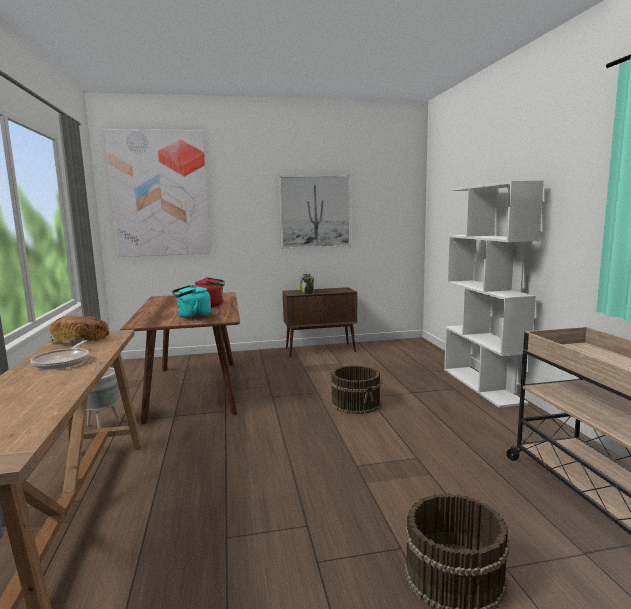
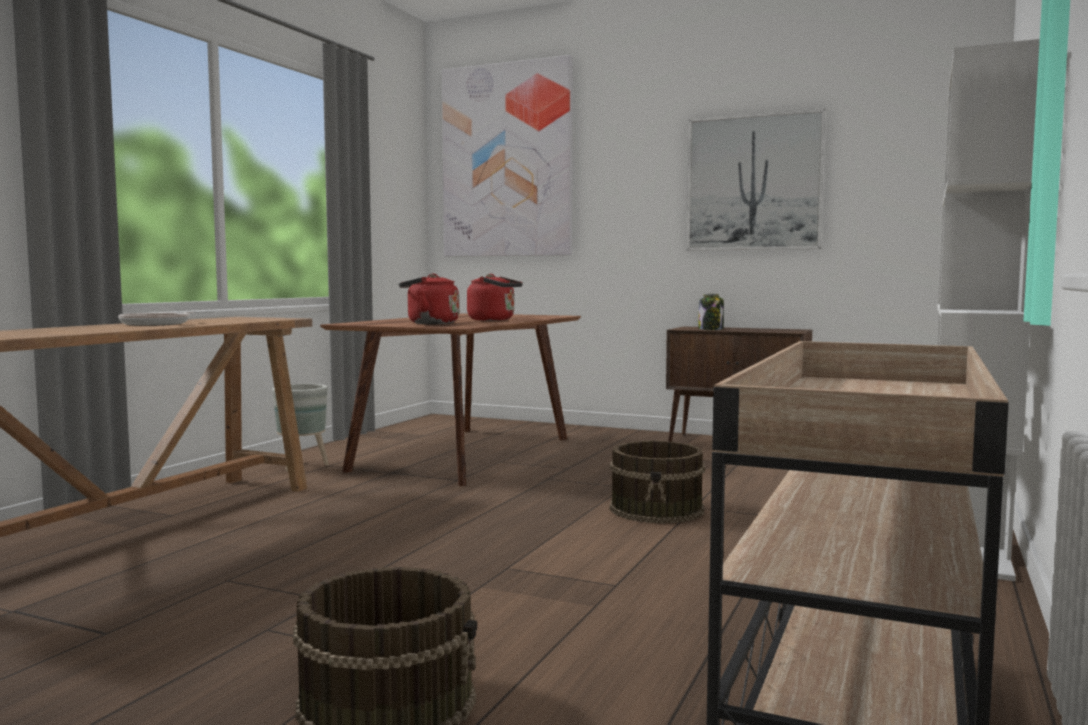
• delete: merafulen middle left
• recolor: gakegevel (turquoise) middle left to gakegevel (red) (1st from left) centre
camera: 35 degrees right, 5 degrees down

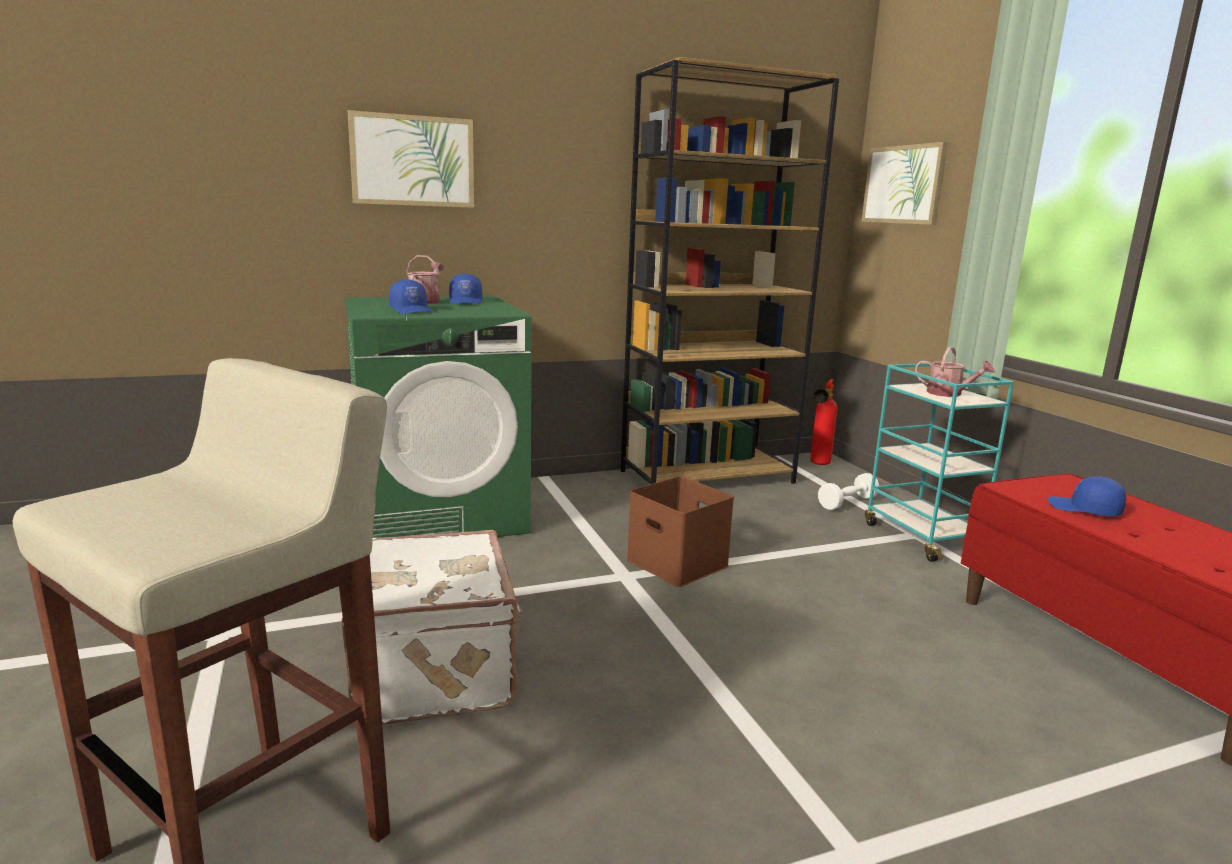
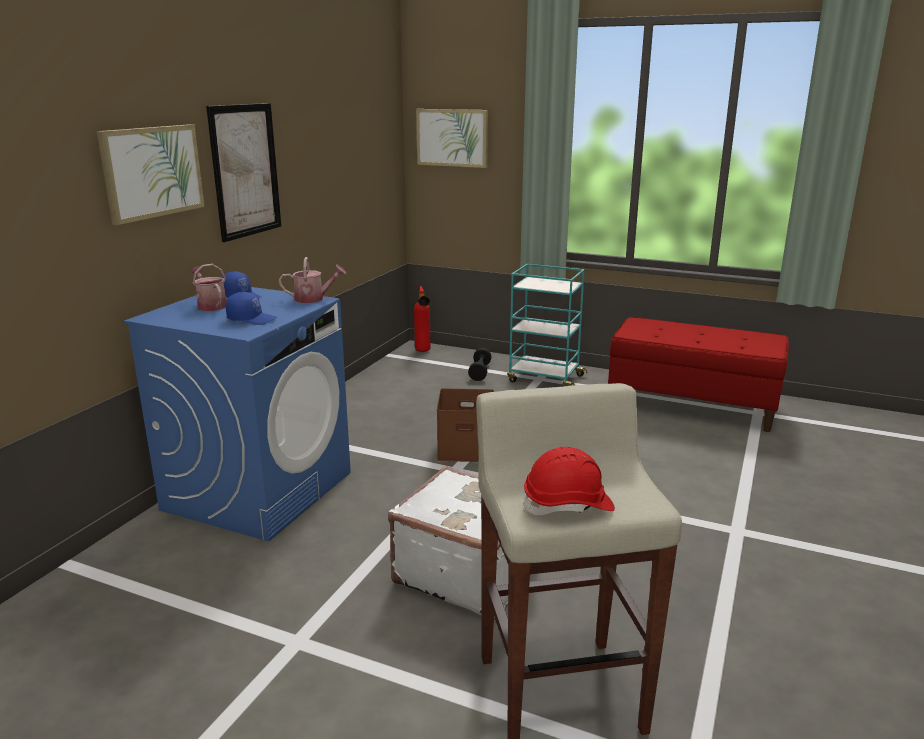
• delete: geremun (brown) top centre
• delete: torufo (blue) (3rd from left) middle right
• insert: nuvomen (2nd from left) top left
• insert: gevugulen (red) centre
• move: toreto (2nd from left) middle right to centre
• recolor: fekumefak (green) centre to fekumefak (blue) middle left
• recolor: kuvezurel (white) middle right to kuvezurel (black) centre
camera: 45 degrees left, 5 degrees up

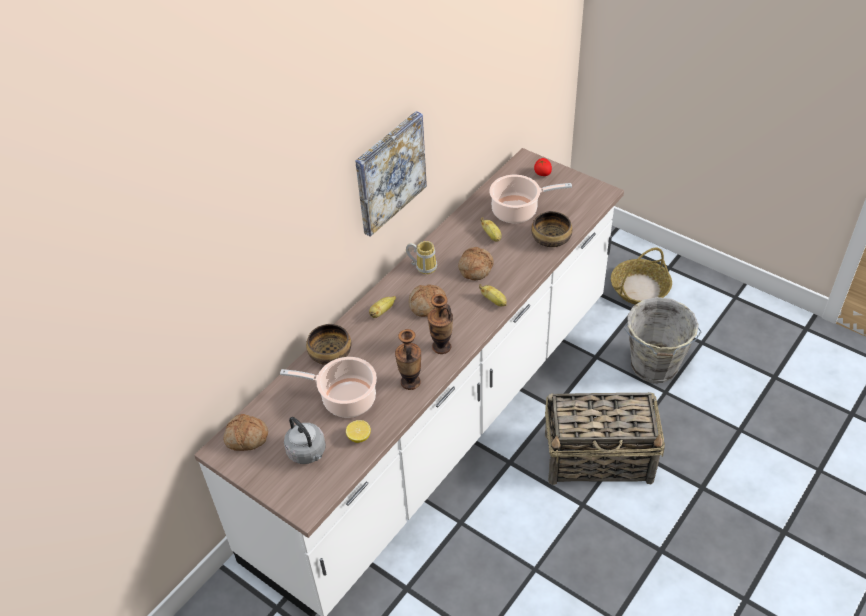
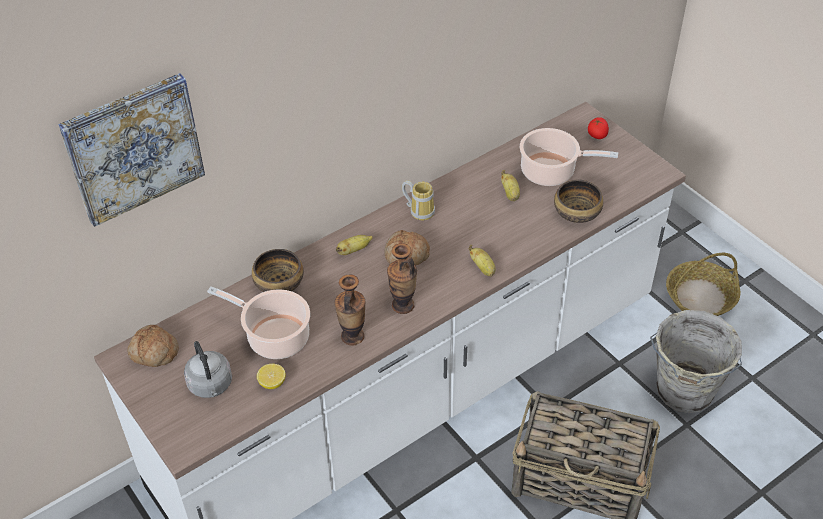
• delete: merafulen (3rd from left) centre
• move: nuvomen top centre to top left
camera: 15 degrees right, 0 degrees up

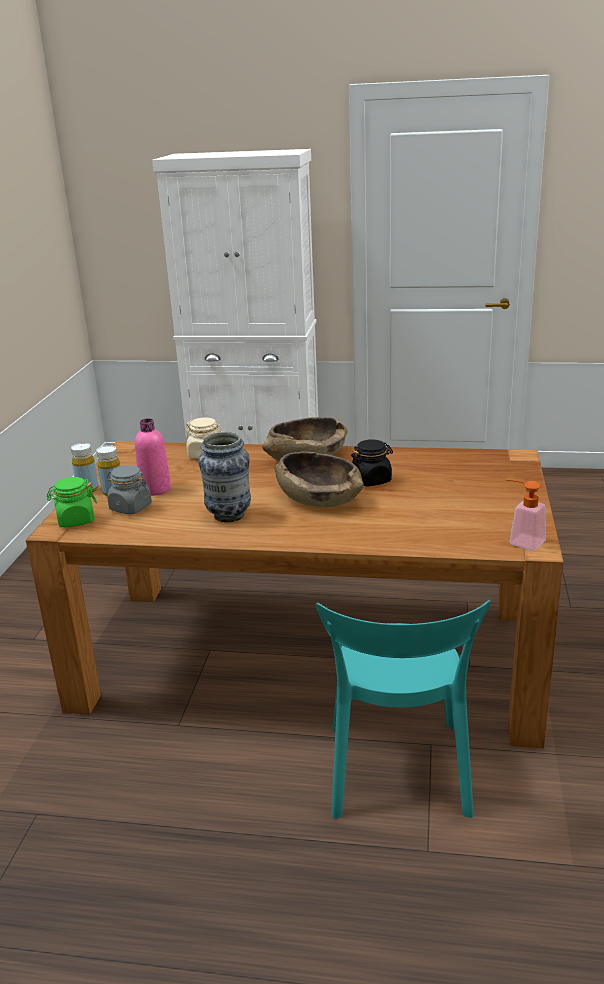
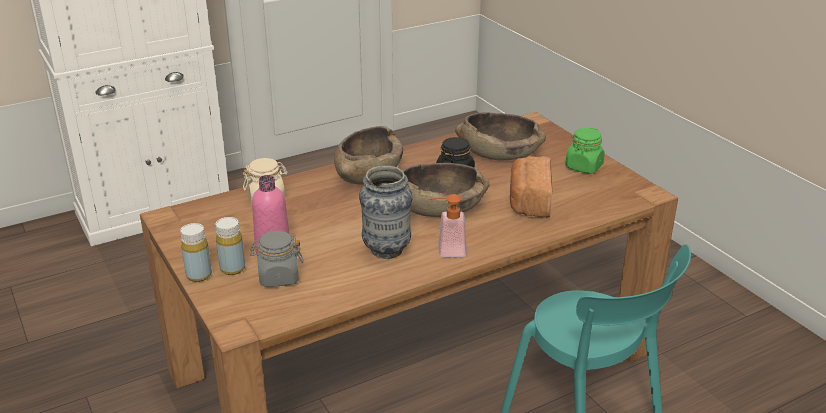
• insert: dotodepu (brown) (3rd from left) top centre
• insert: merafulen centre
• move: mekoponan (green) middle left to middle right
• move: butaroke middle right to centre
camera: 40 degrees left, 5 degrees up

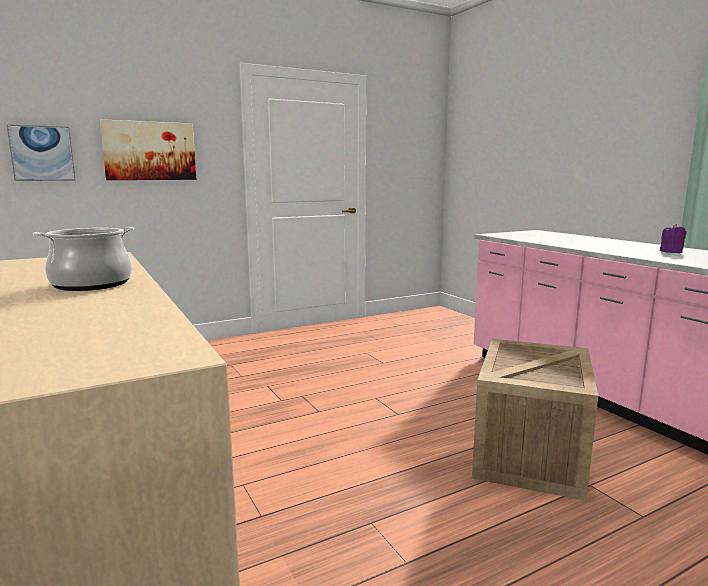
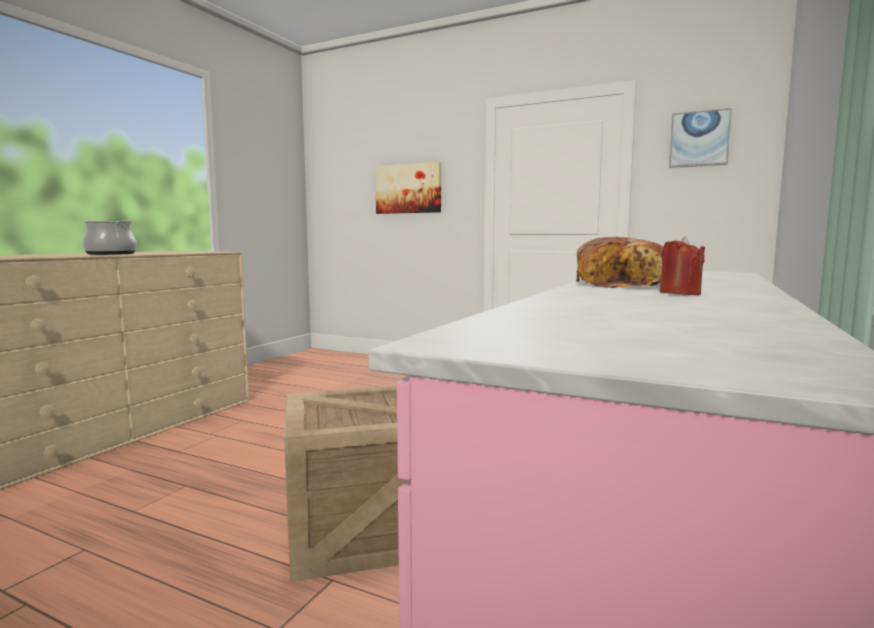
• insert: merafulen middle right
• move: nuvomen (1st from left in the first image) top left to nuvomen (2nd from left) top right
• recolor: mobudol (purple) middle right to mobudol (red) middle right
camera: 55 degrees right, 5 degrees down

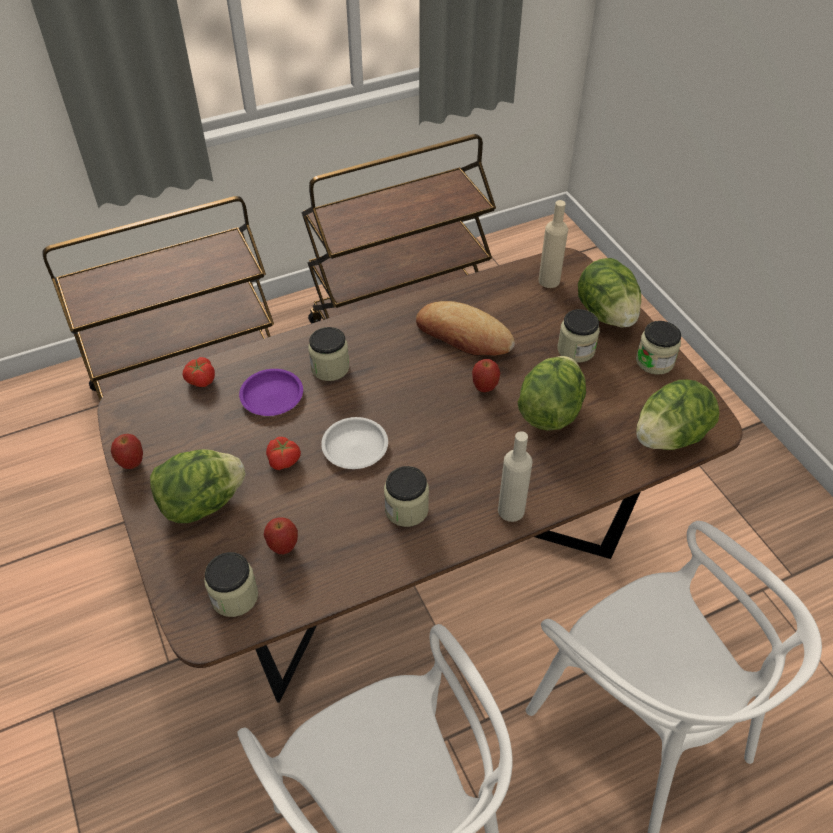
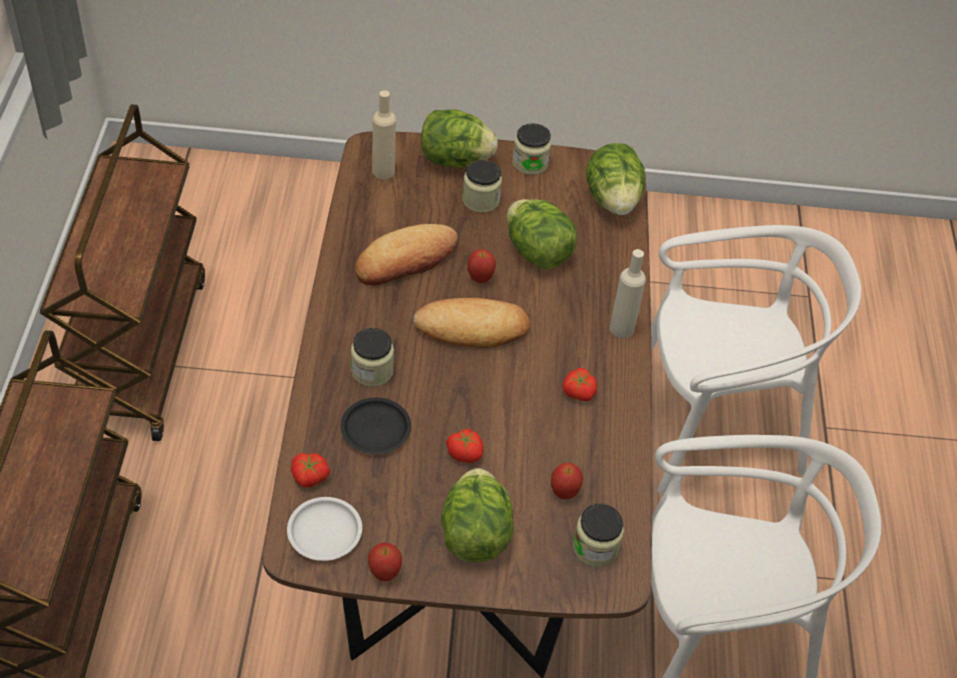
• insert: merafulen (2nd from left) centre
• move: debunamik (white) centre to bottom centre
• replace: mekoponan (3rd from left) centre to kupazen (3rd from left) centre
• recolor: debunamik (purple) middle left to debunamik (black) centre
camera: 65 degrees left, 0 degrees up

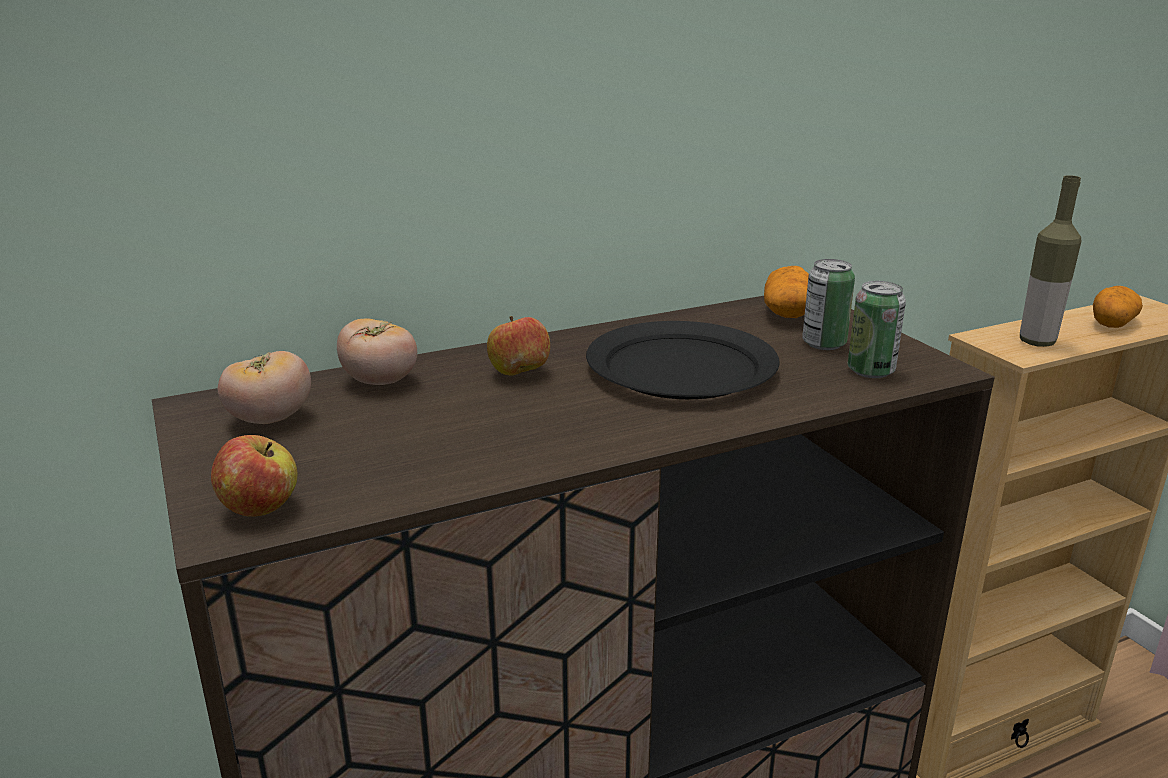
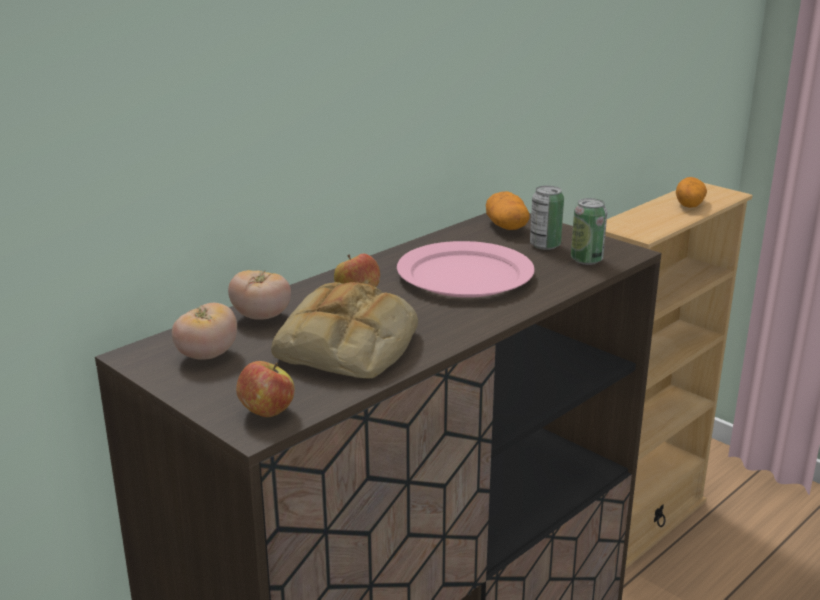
• delete: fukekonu middle right
• insert: merafulen centre
• recolor: debunamik (black) centre to debunamik (pink) centre
camera: 20 degrees left, 0 degrees up

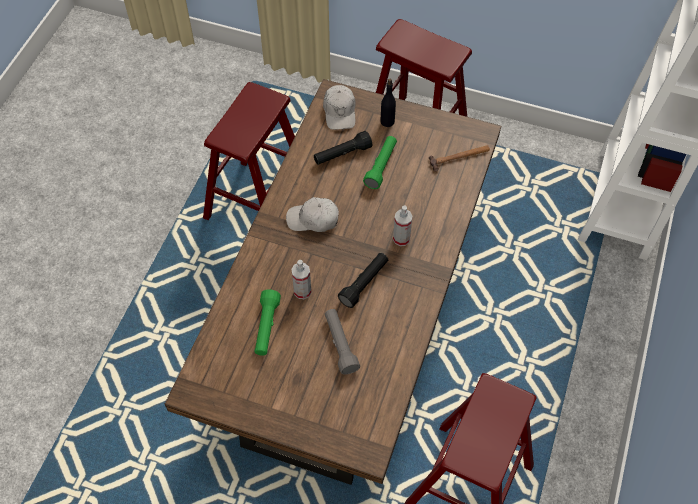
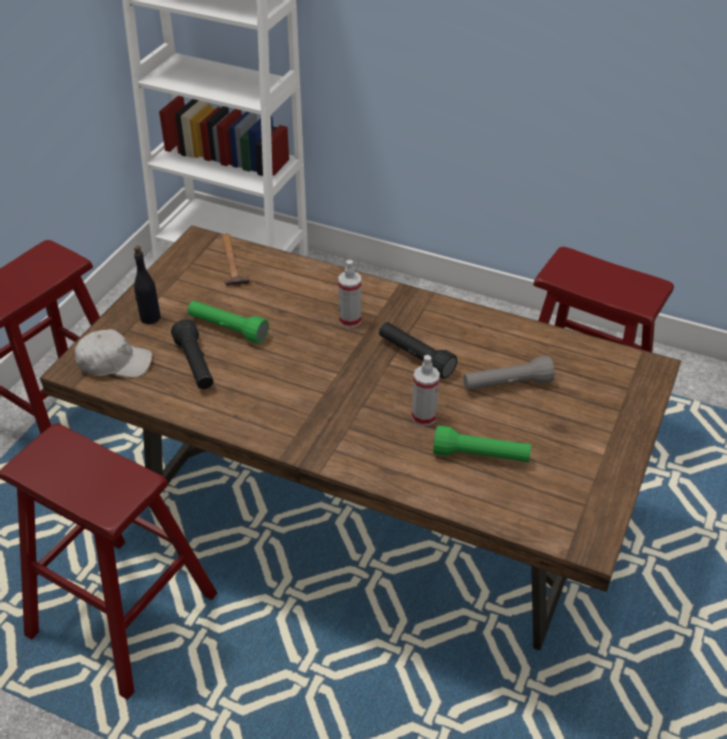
• delete: torufo (white) (1st from left) centre
camera: 85 degrees left, 15 degrees down

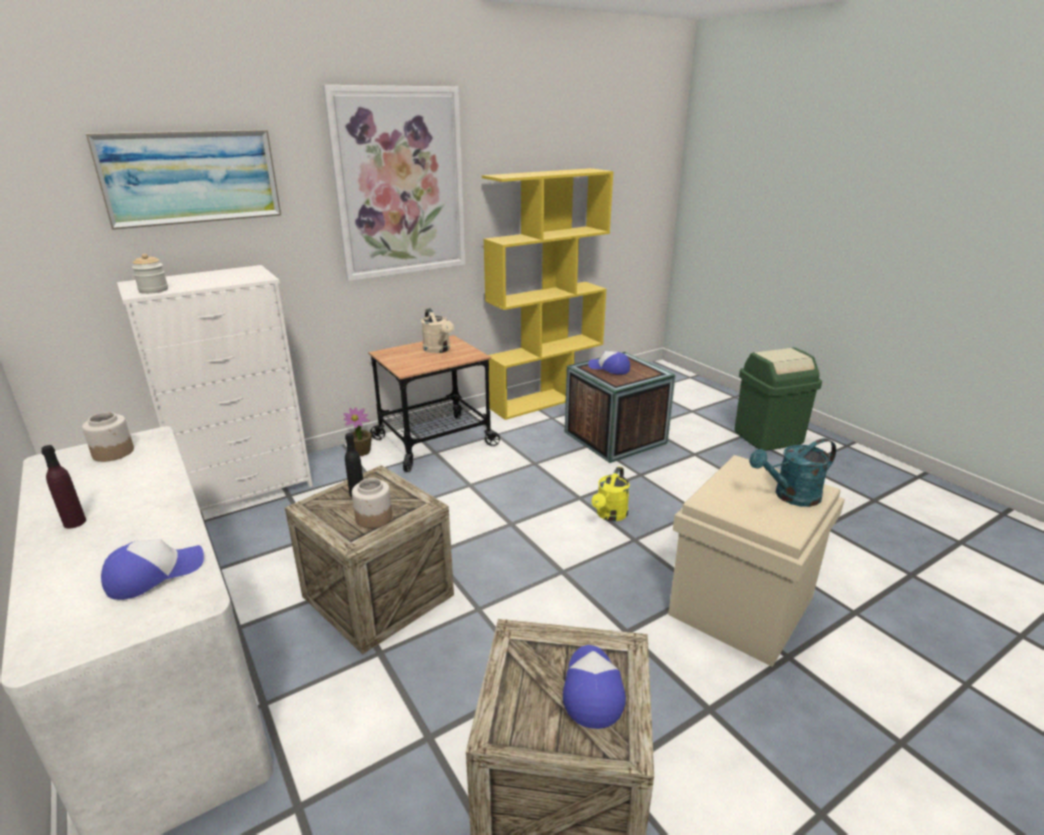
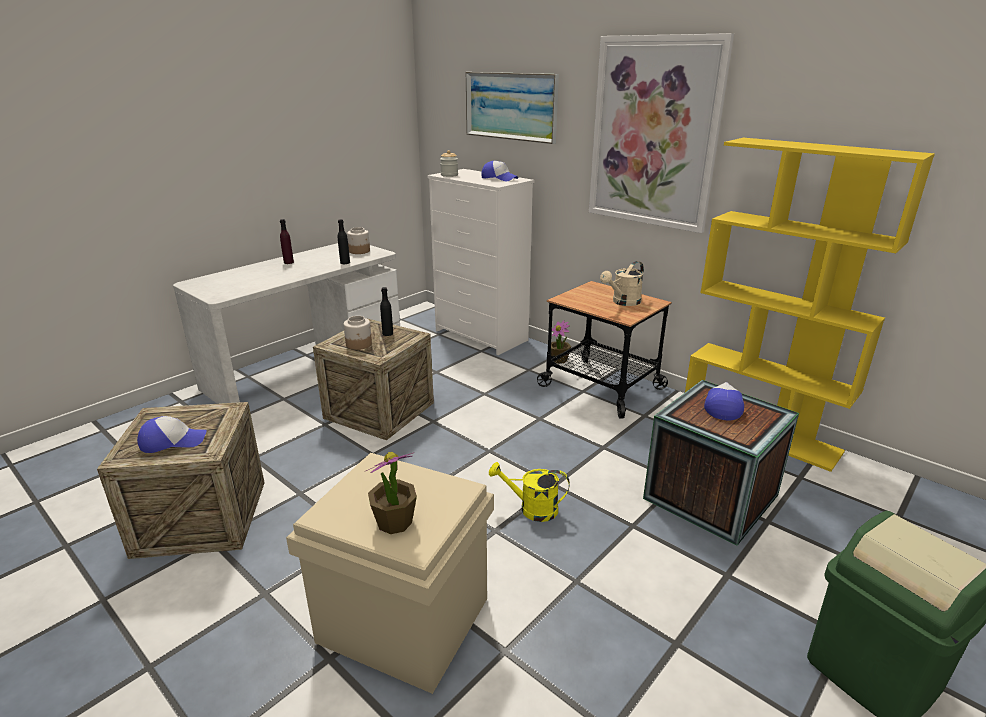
• insert: fukekonu (black) (1st from left) centre
• move: torufo (1st from left in the first image) bottom left to torufo (2nd from left) top centre
• replace: toreto (turquoise) middle right to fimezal (1st from left) bottom centre
camera: 75 degrees right, 0 degrees up

